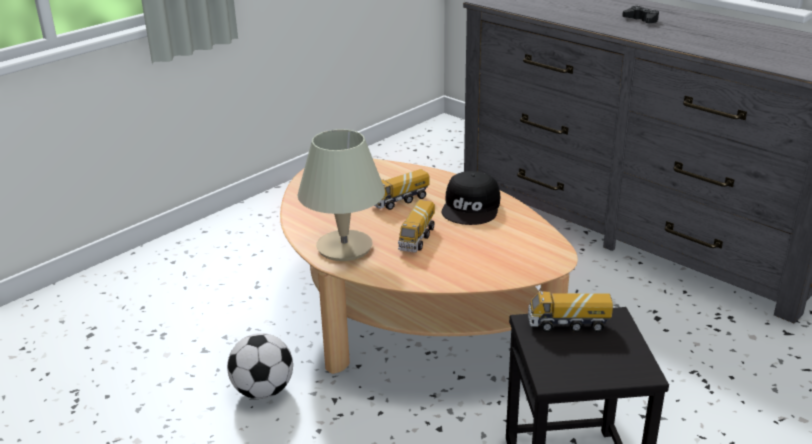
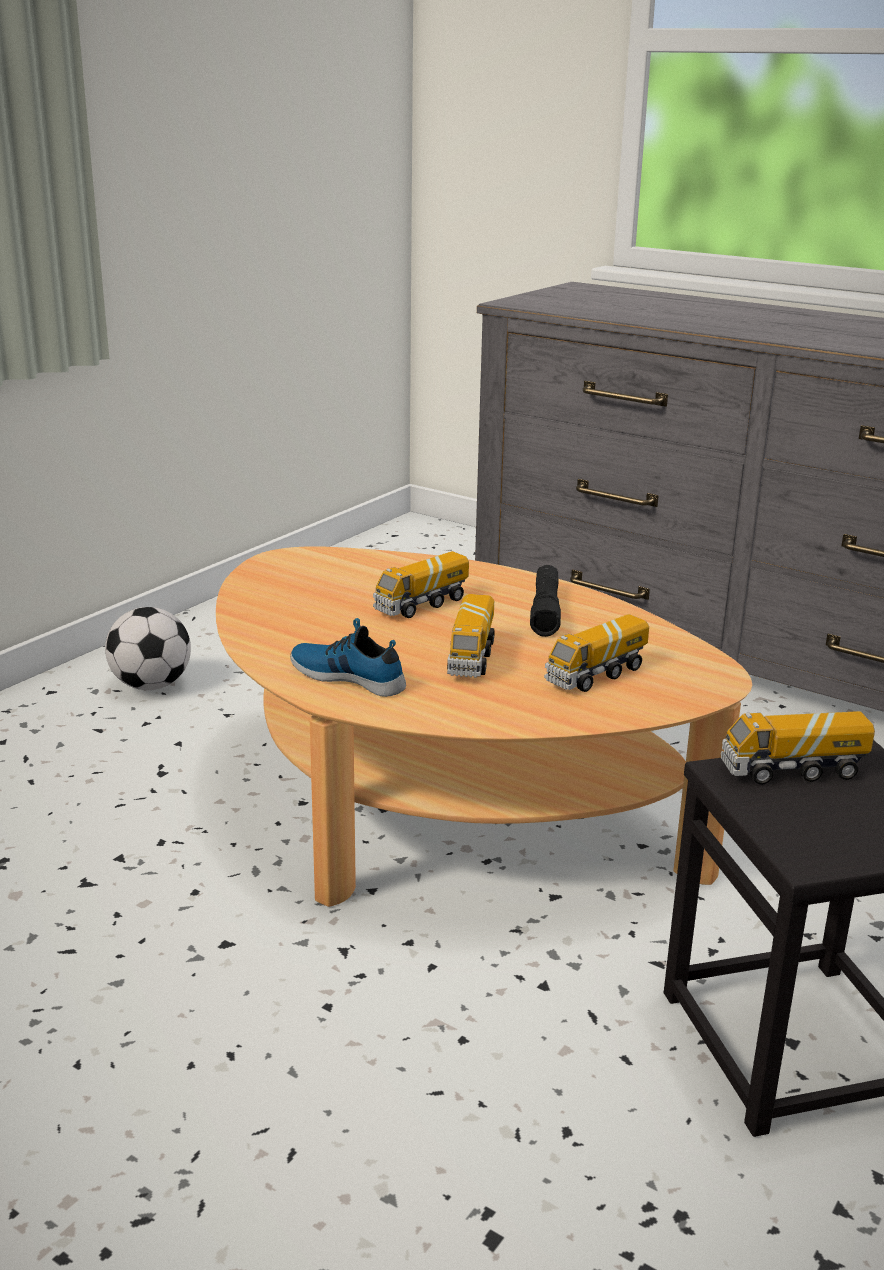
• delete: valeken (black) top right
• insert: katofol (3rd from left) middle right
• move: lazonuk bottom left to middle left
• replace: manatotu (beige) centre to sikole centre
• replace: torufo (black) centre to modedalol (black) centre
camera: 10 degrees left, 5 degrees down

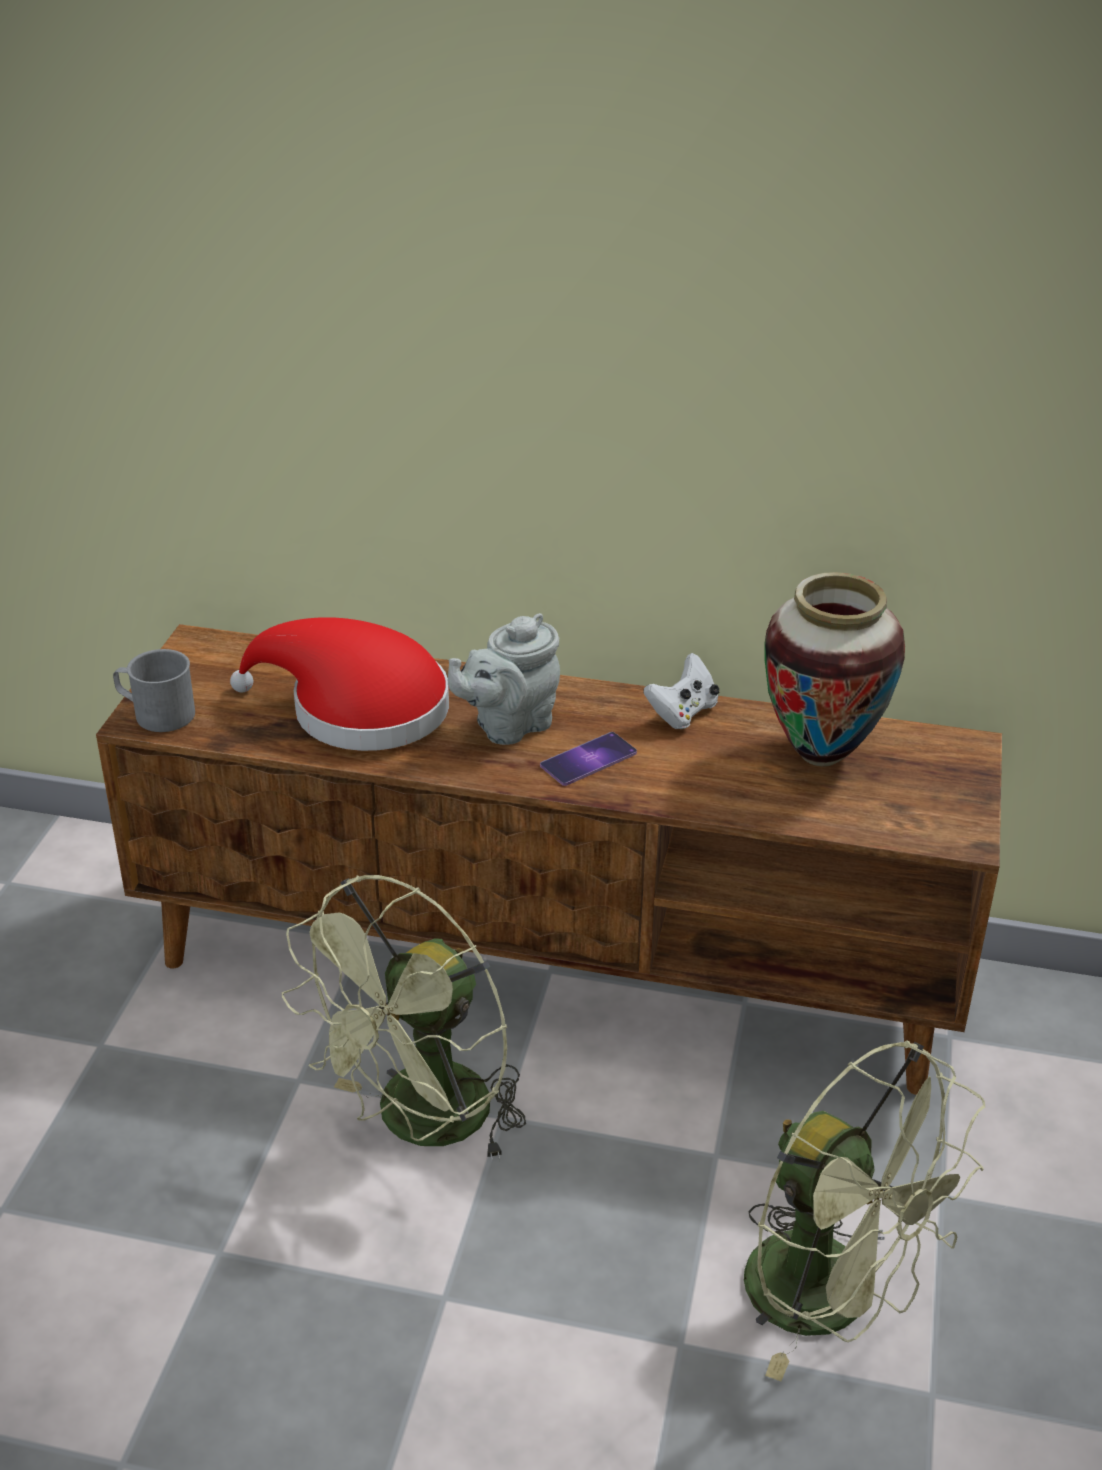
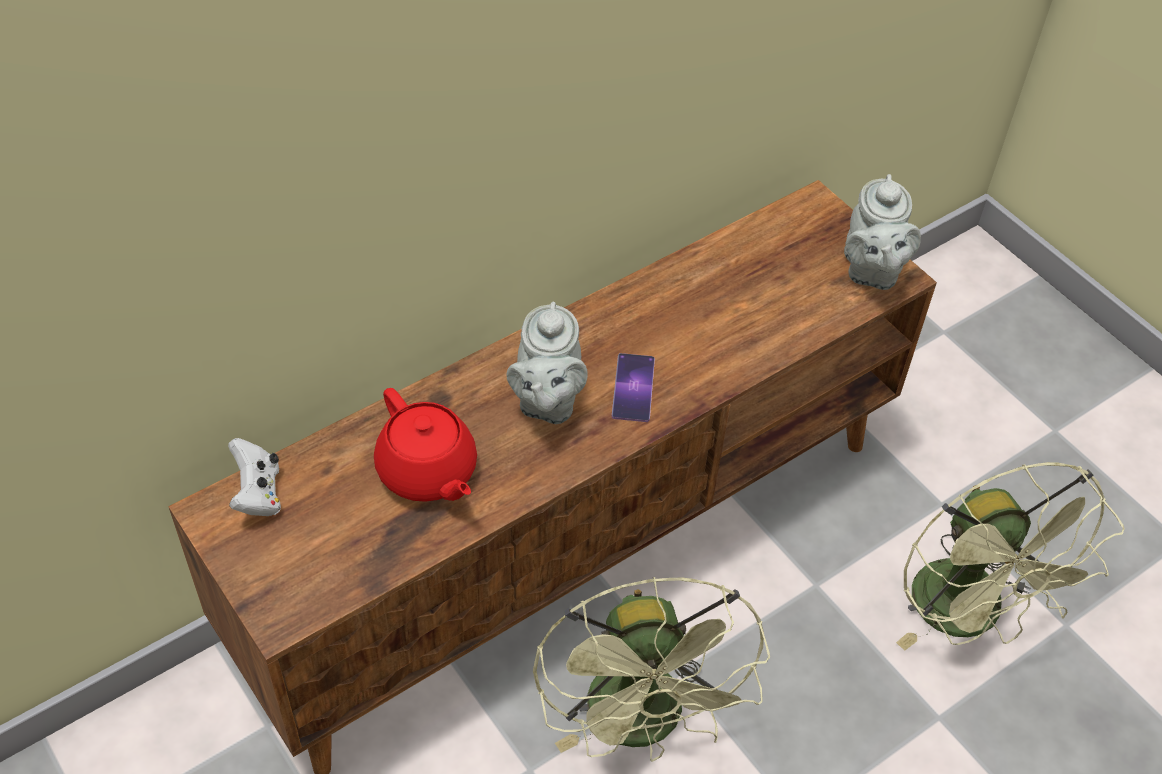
• delete: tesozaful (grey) middle left
• delete: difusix middle right
• insert: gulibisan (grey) (2nd from left) top right
• move: valeken (white) centre to middle left
• replace: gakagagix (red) middle left to gulibisan (red) centre
• rotate: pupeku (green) (2nd from left) bottom right = bottom right 75 degrees clockwise
camera: 50 degrees left, 15 degrees up

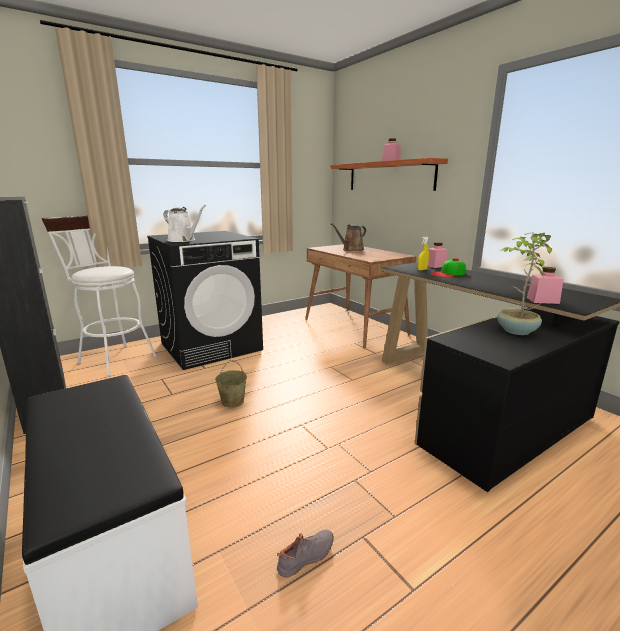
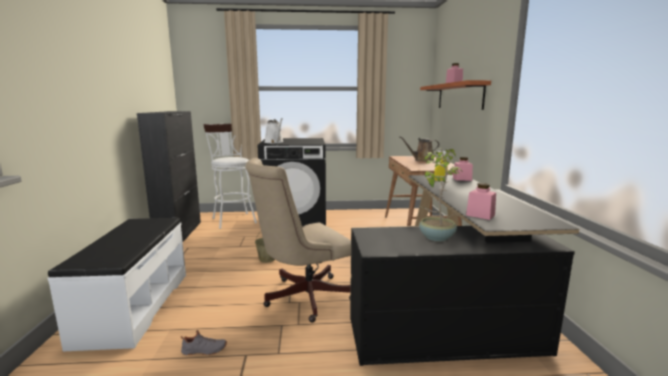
• delete: torufo middle right
• insert: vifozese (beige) centre
camera: 30 degrees right, 5 degrees down

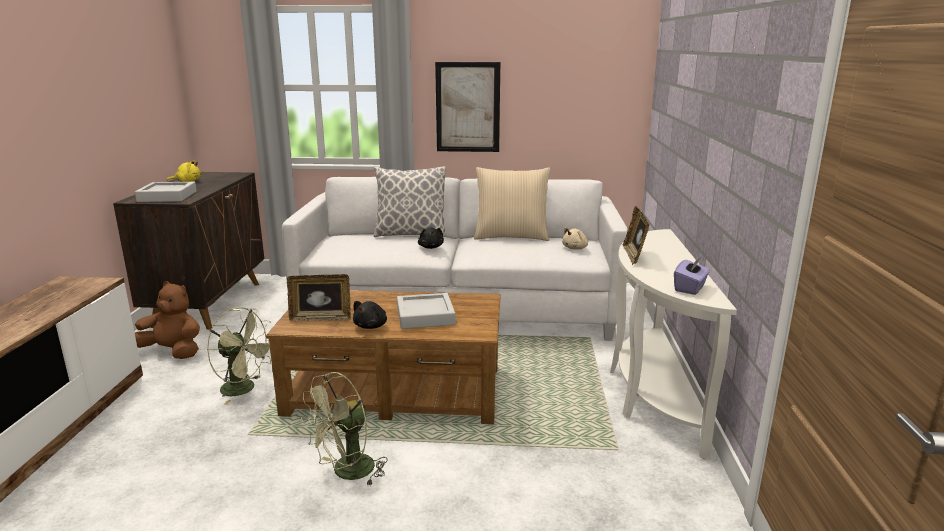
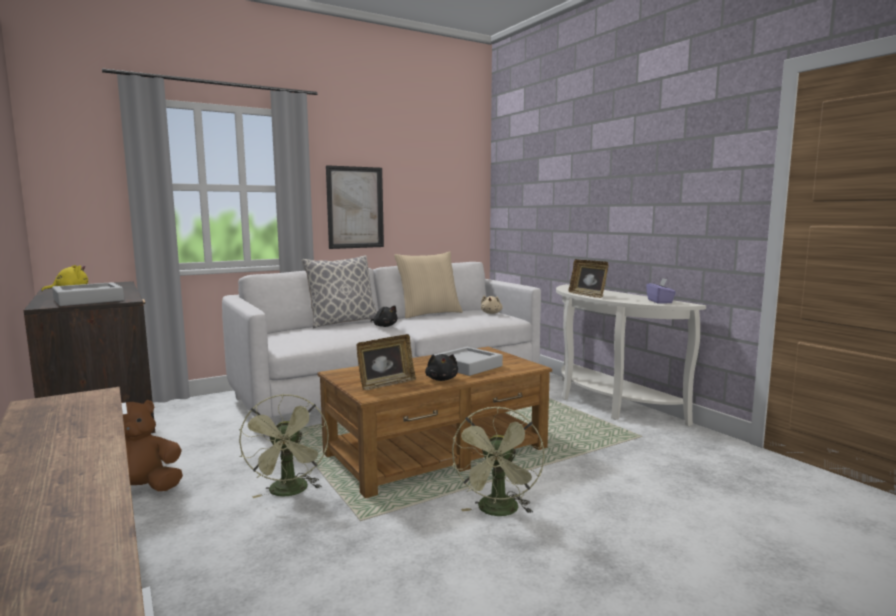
• rotate: pupeku (green) (1st from left) bottom left = bottom left 90 degrees clockwise
camera: 35 degrees left, 10 degrees down

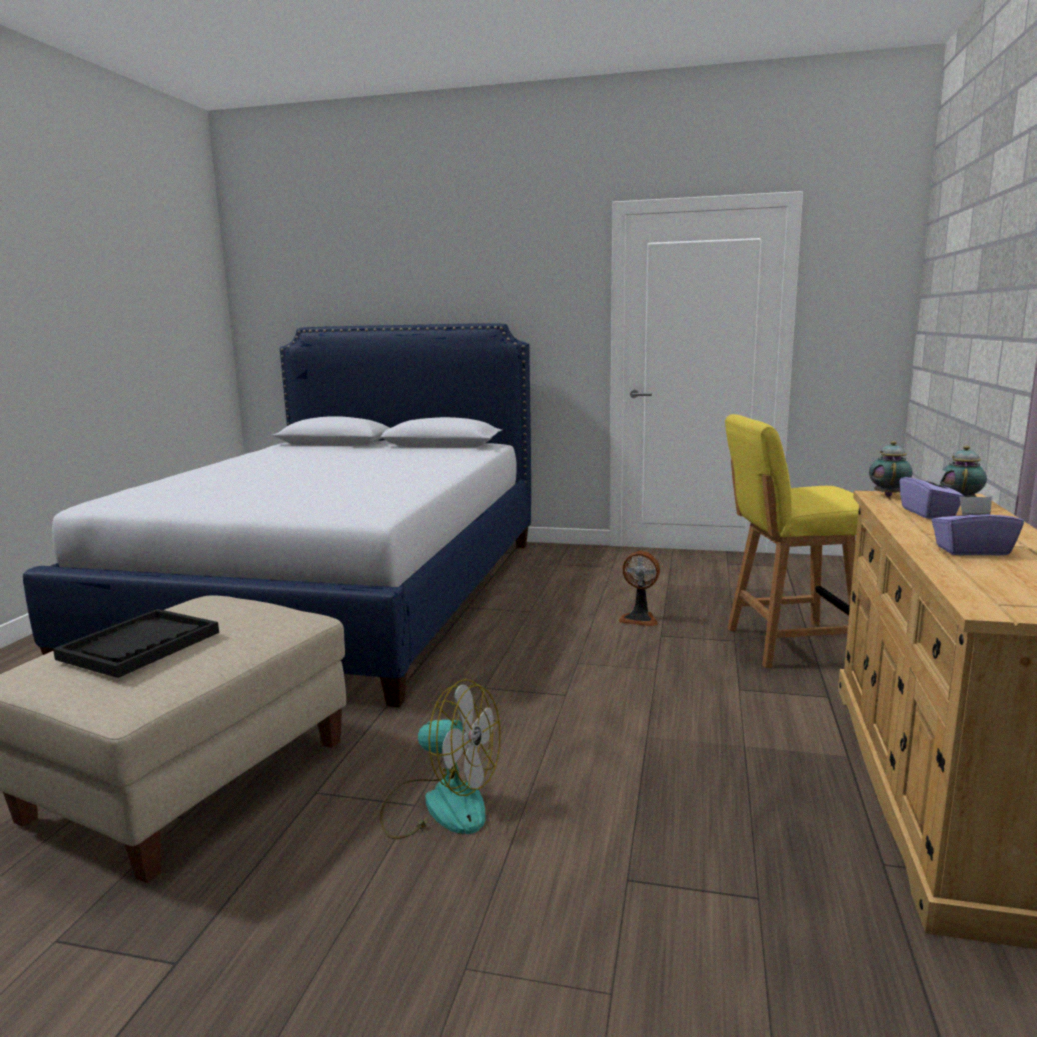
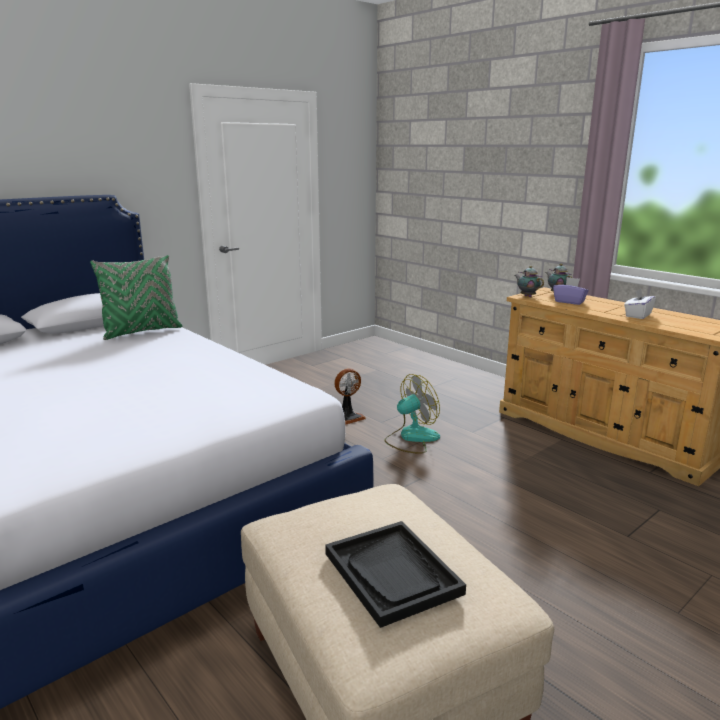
• delete: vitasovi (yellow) middle right
• insert: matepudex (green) middle left
• move: pupeku (1st from left in the first image) bottom centre to pupeku (2nd from left) centre
• recolor: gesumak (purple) (2nd from left) middle right to gesumak (white) middle right
camera: 55 degrees left, 5 degrees up

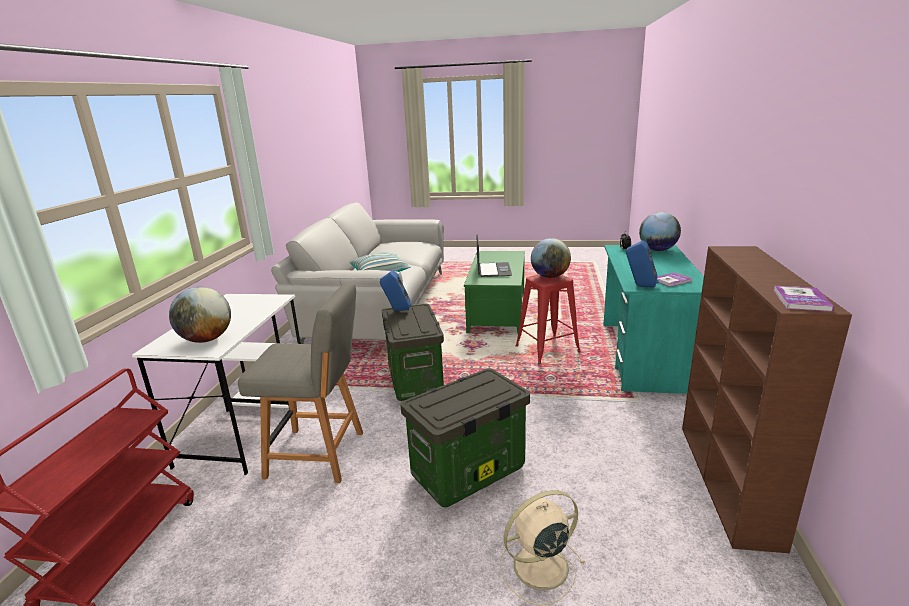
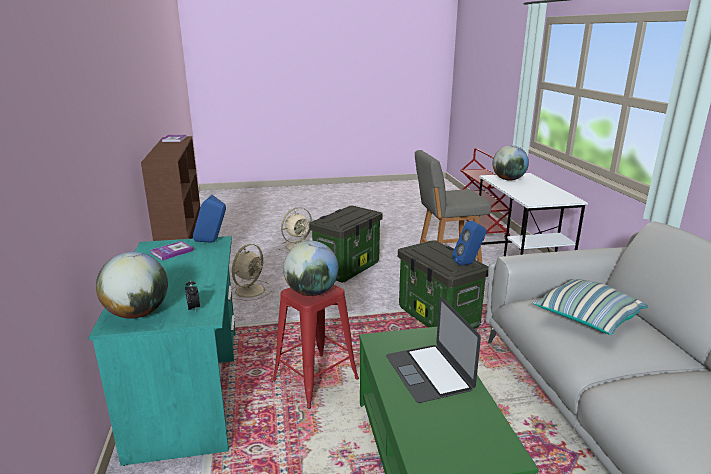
• insert: pupeku (beige) (1st from left) centre
camera: 160 degrees right, 0 degrees up

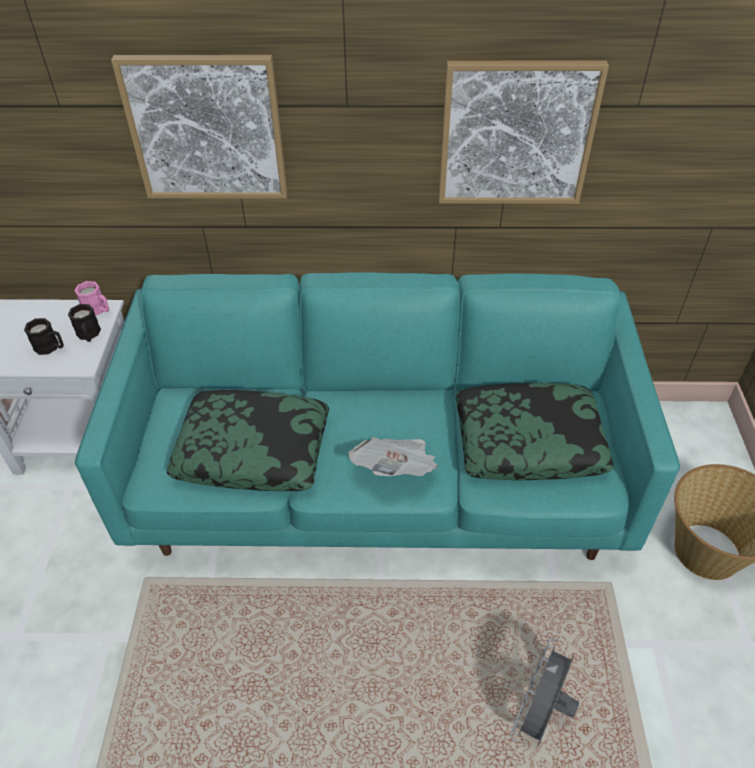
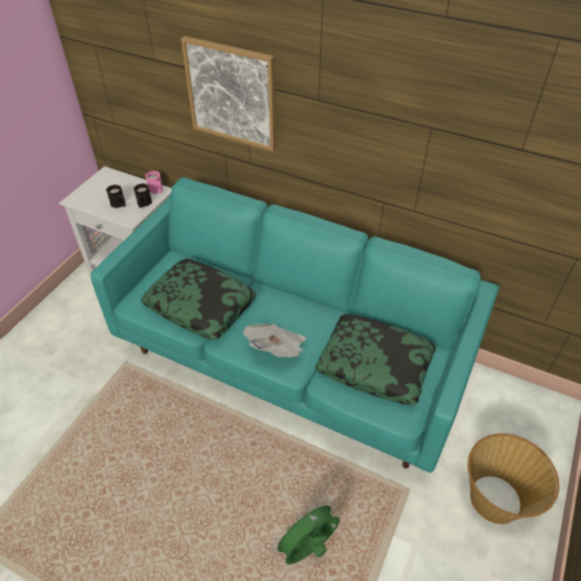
• delete: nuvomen (2nd from left) top right
• recolor: pupeku (grey) bottom right to pupeku (green) bottom centre
camera: 25 degrees right, 0 degrees up

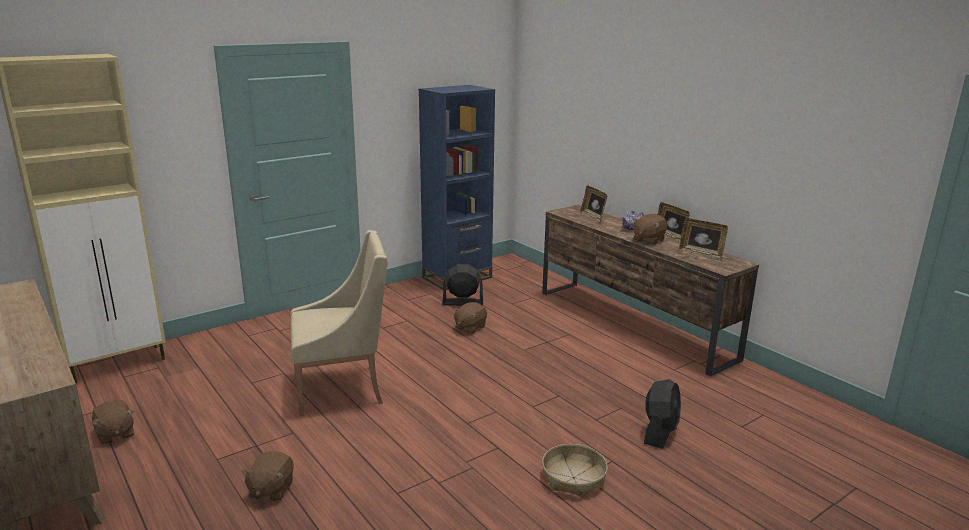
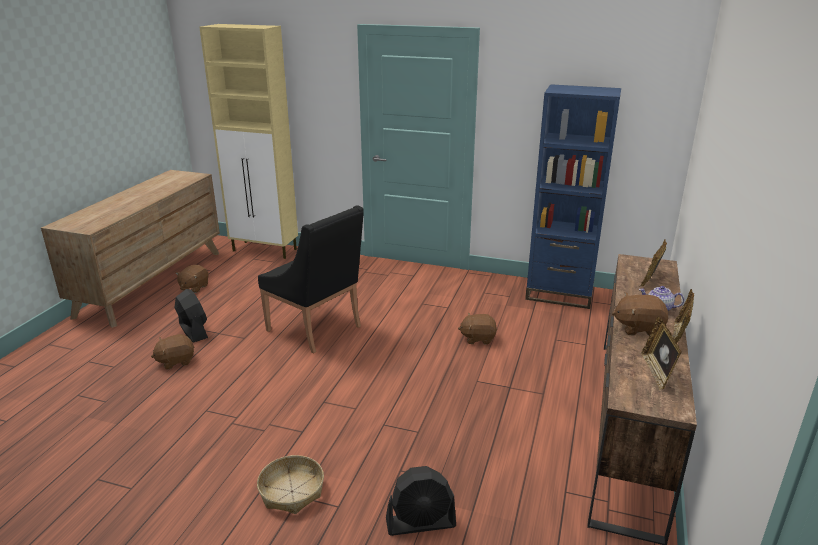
• move: pupeku (black) (1st from left) centre to middle left
• recolor: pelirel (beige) centre to pelirel (black) centre
camera: 55 degrees right, 5 degrees up

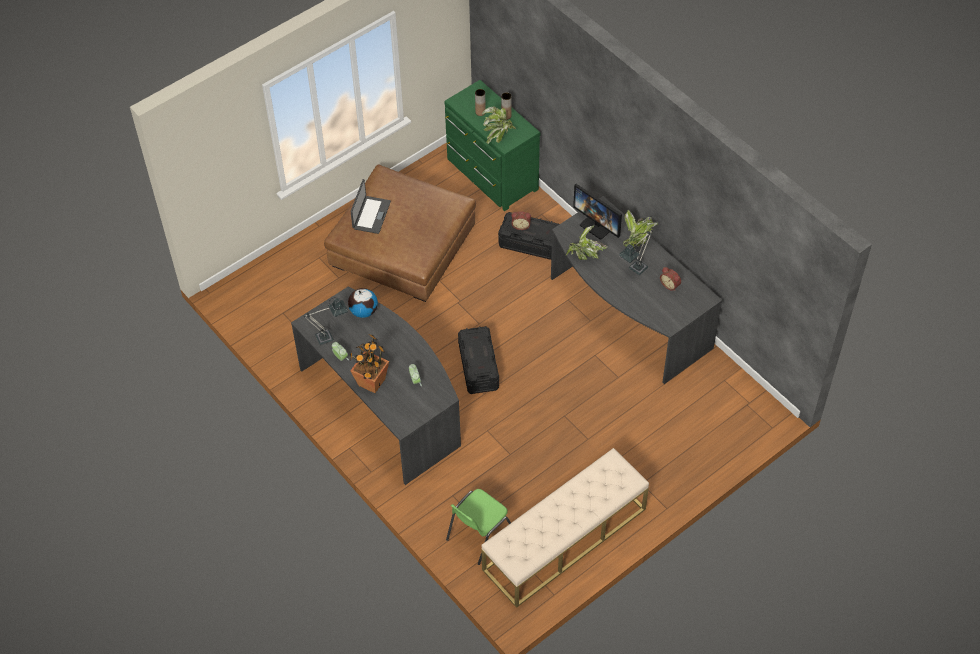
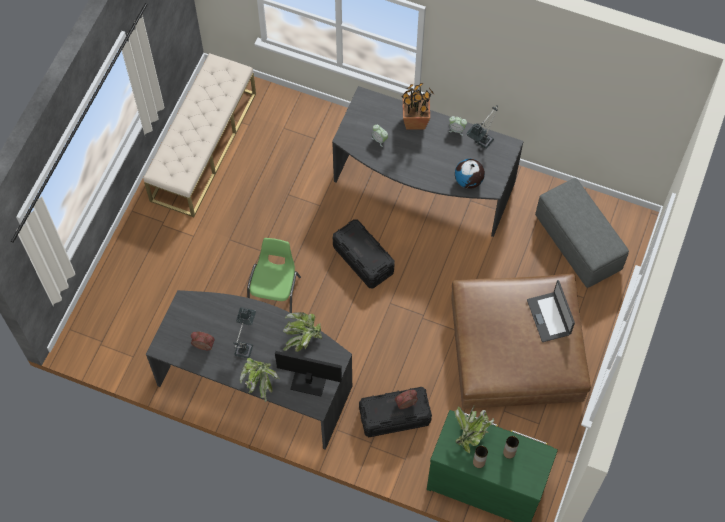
• insert: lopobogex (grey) middle right
• move: vitasovi (green) bottom centre to centre
camera: 150 degrees right, 10 degrees up

